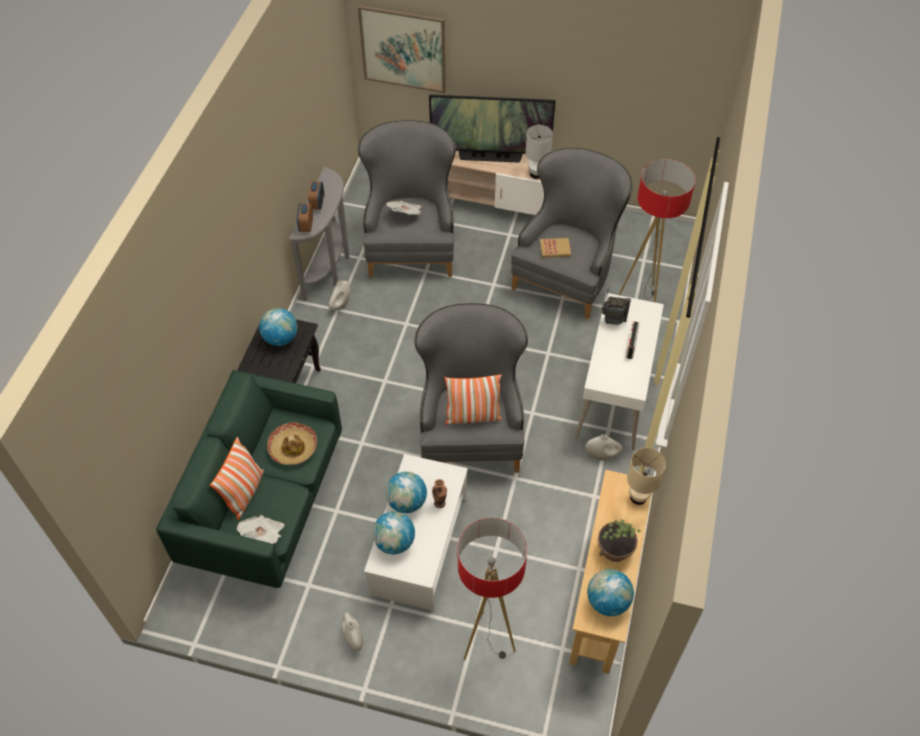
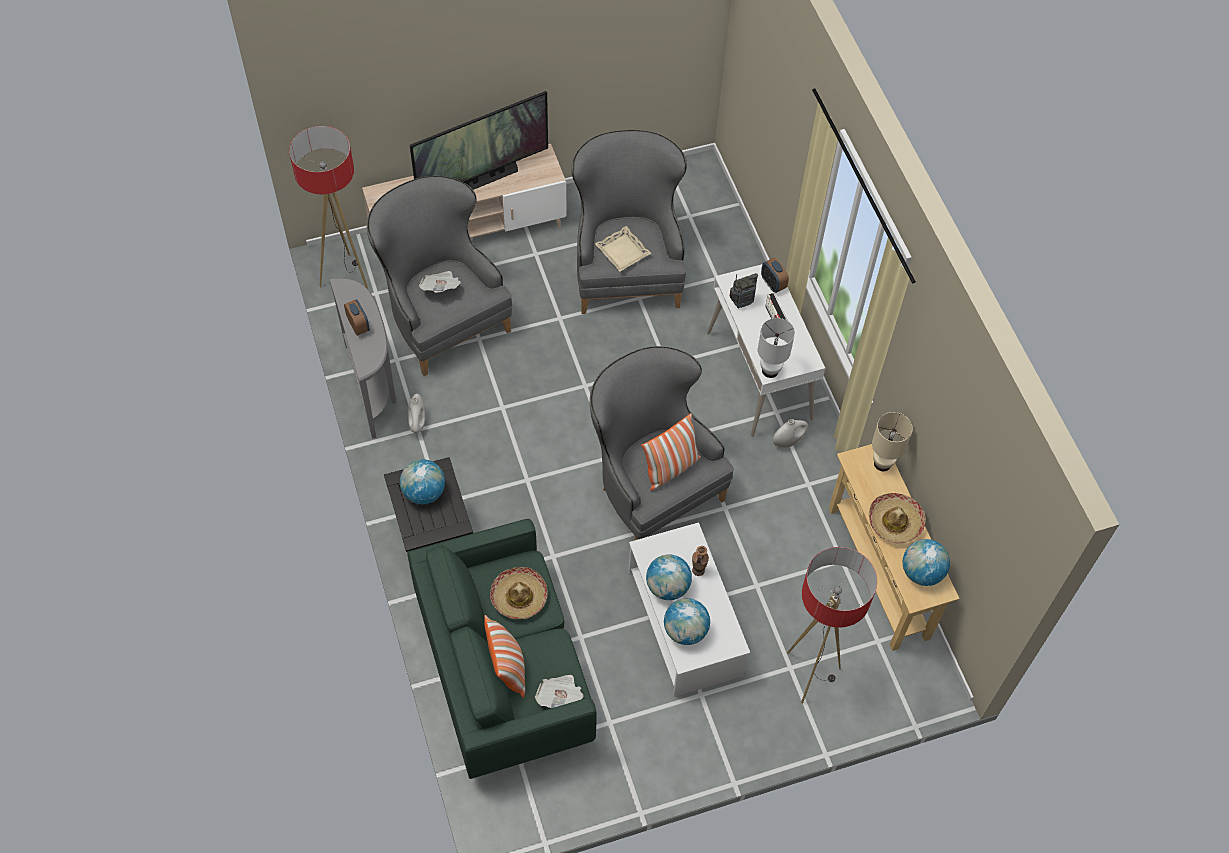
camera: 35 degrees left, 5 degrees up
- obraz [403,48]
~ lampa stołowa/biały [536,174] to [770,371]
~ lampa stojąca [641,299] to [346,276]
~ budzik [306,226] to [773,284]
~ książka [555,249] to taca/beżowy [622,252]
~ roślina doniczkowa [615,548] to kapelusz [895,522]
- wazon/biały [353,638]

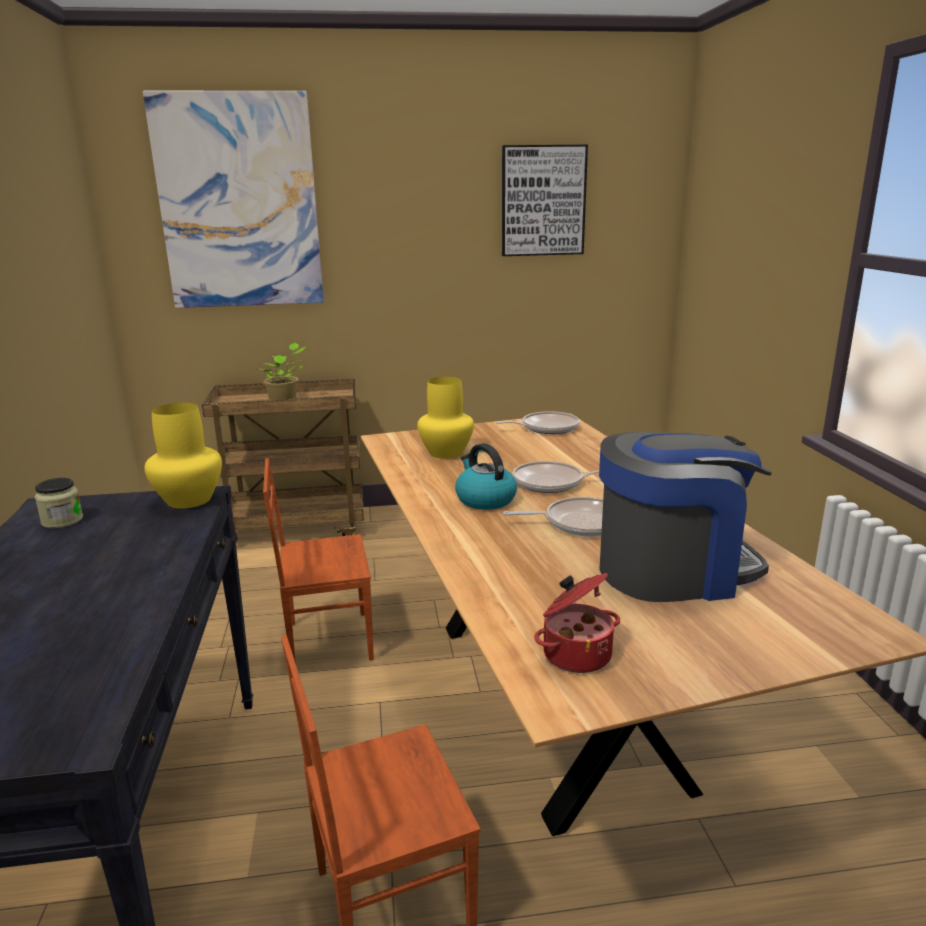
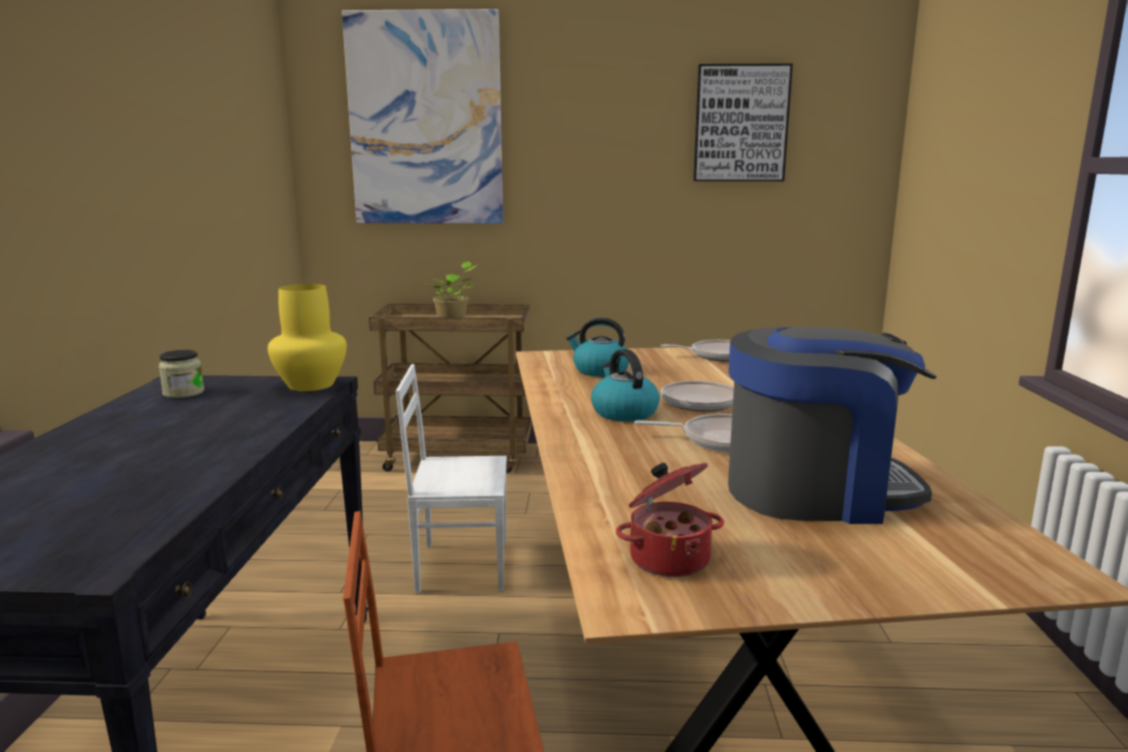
camera: 10 degrees right, 5 degrees down
~ wazon/żółty [447,453] to czajnik [600,371]
~ krzesło/brązowy [328,640] to krzesło/biały [461,566]

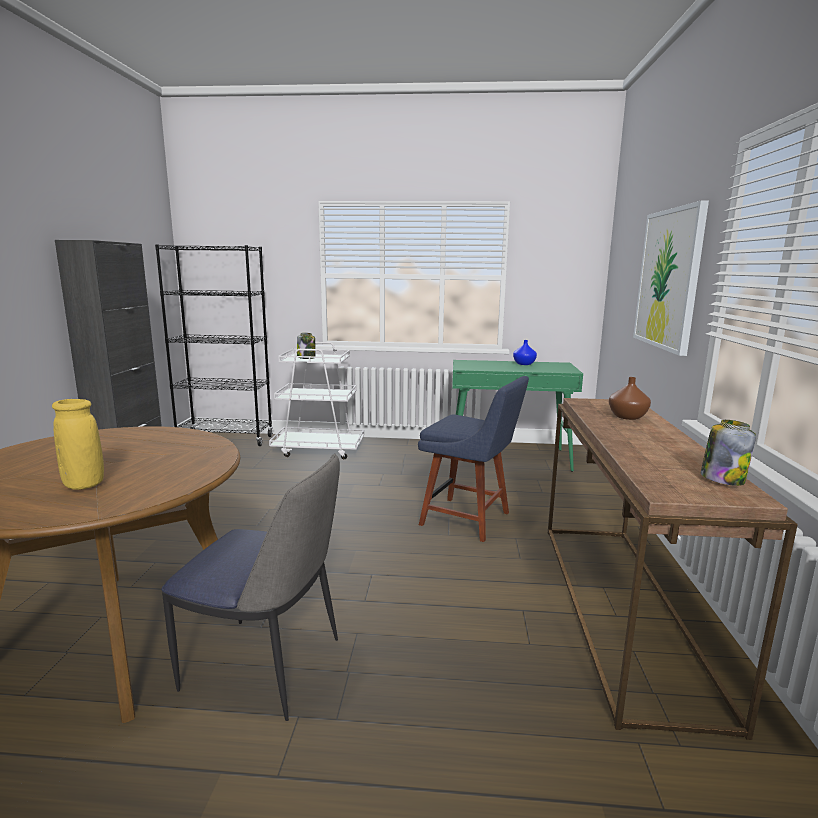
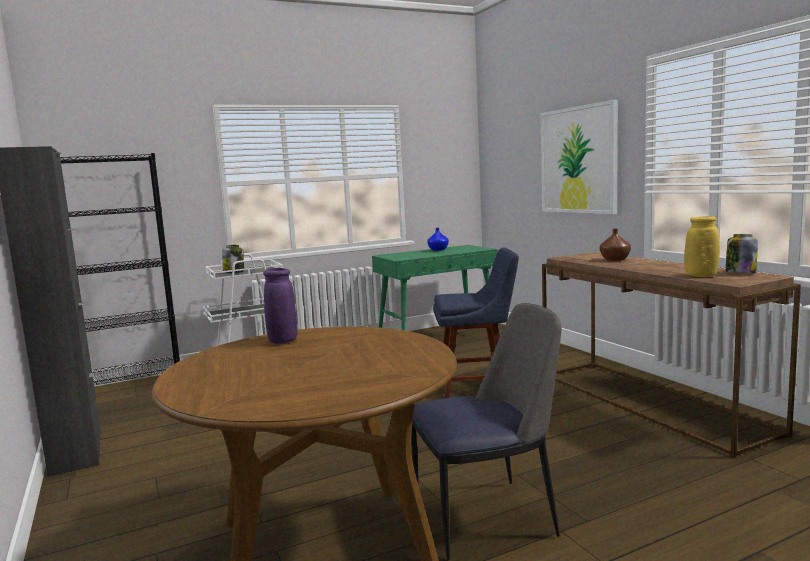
camera: 30 degrees left, 5 degrees down
~ wazon/żółty [84,485] to [701,276]
+ wazon/fioletowy [283,340]

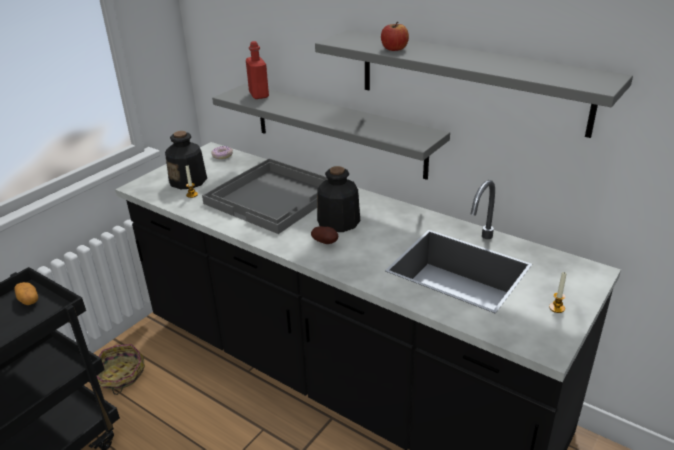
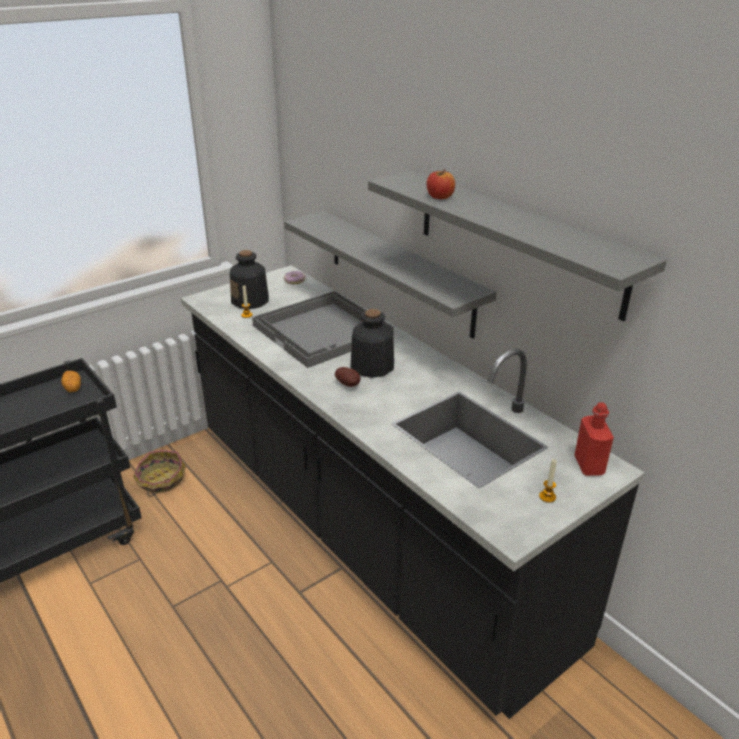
camera: 15 degrees right, 0 degrees up
~ butelka/czerwony [259,95] to [589,465]

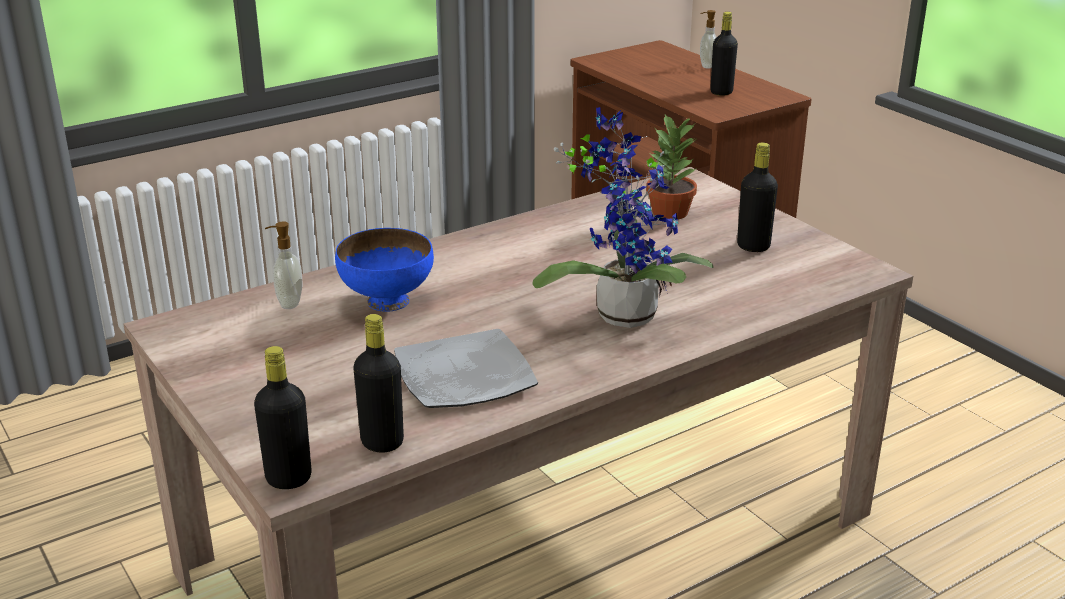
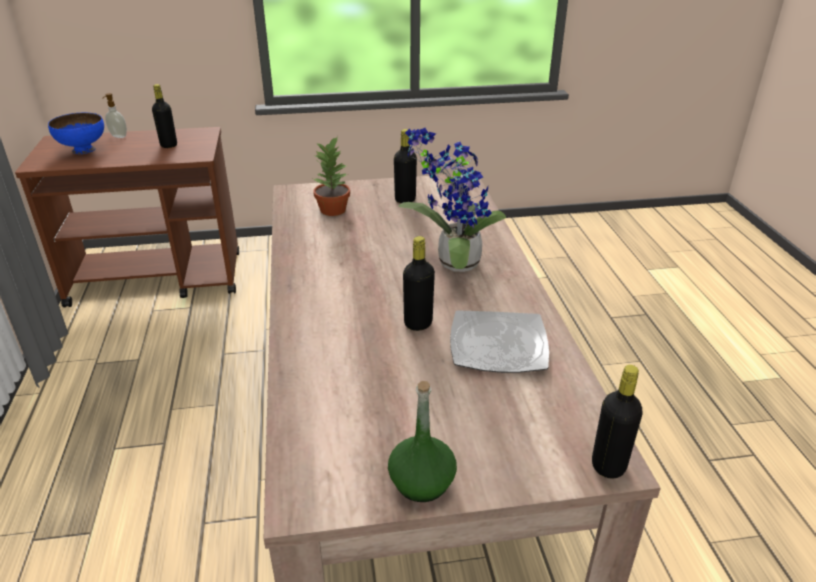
camera: 65 degrees left, 5 degrees up
- dozownik mydła [289,303]
~ miska/niebieski [387,301] to [83,150]
~ butelka/czarny [382,442] to [418,323]
+ butelka/zielony [422,482]

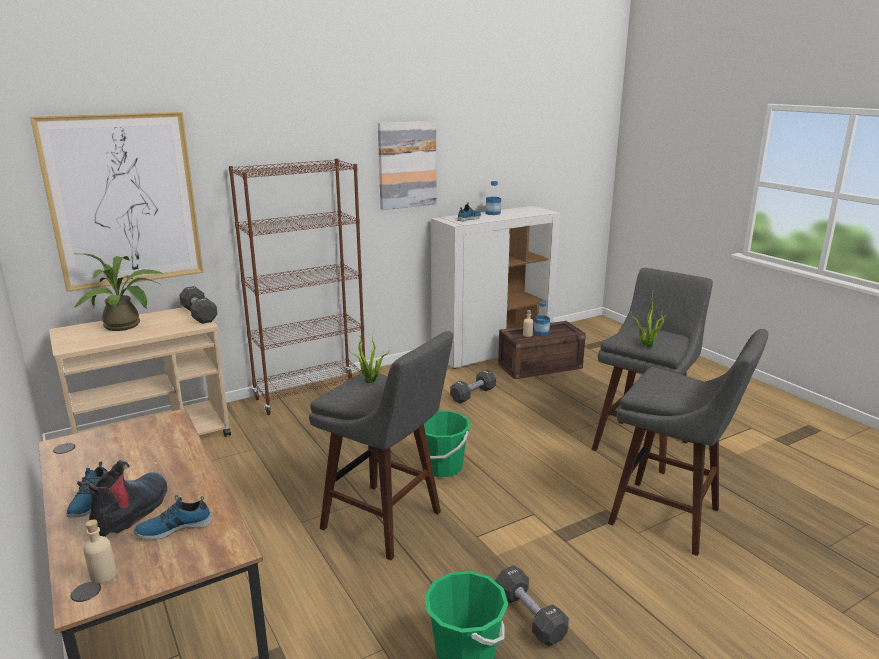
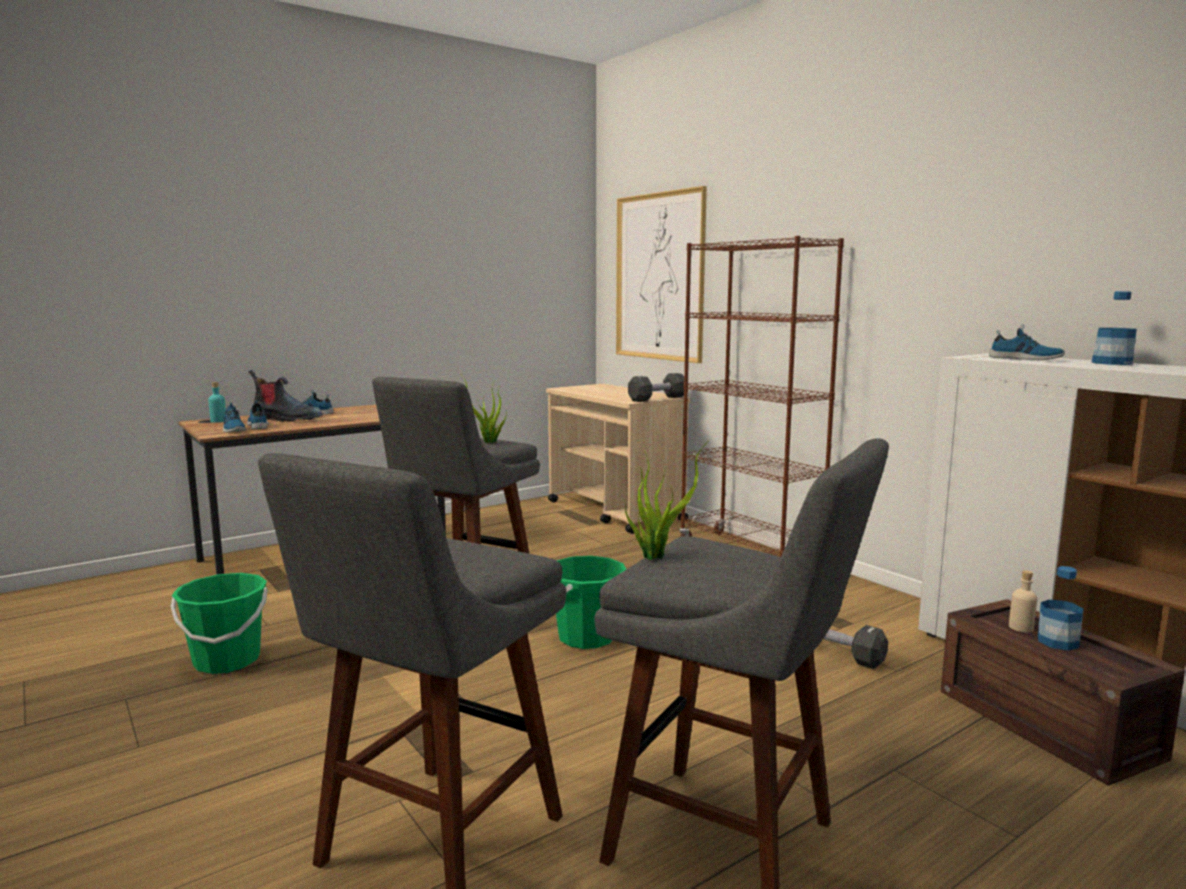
camera: 85 degrees right, 10 degrees down
- obraz [407,164]
- roślina doniczkowa [126,326]
~ butelka/beżowy [103,575] to butelka/turkusowy [218,421]
- hantel/czarny [529,616]
+ but [233,430]

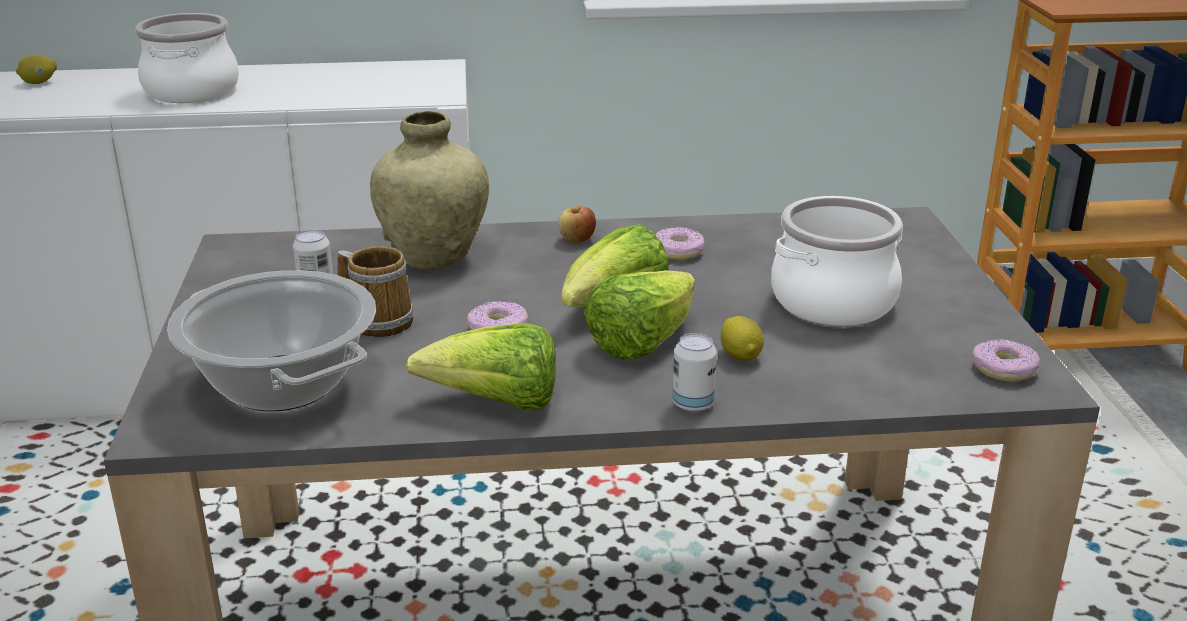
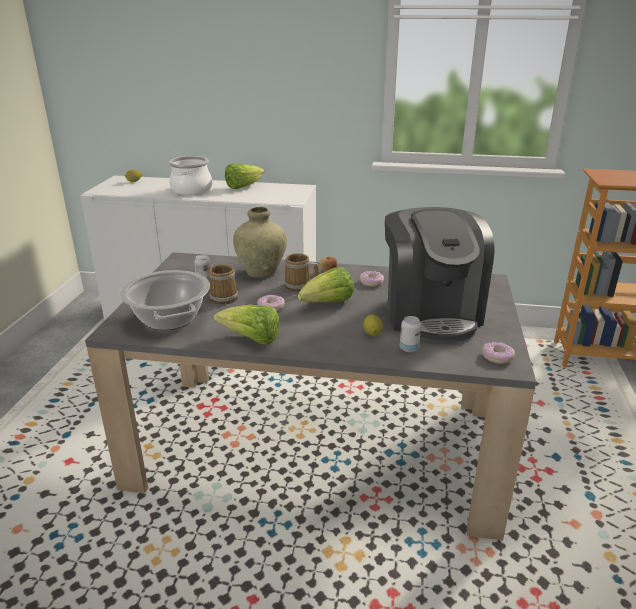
camera: 15 degrees right, 0 degrees up
~ garnek [832,301] to ekspres do kawy [431,314]
~ sałata [641,342] to [243,187]
~ puszka [693,404] to [409,348]
+ kubek [299,286]

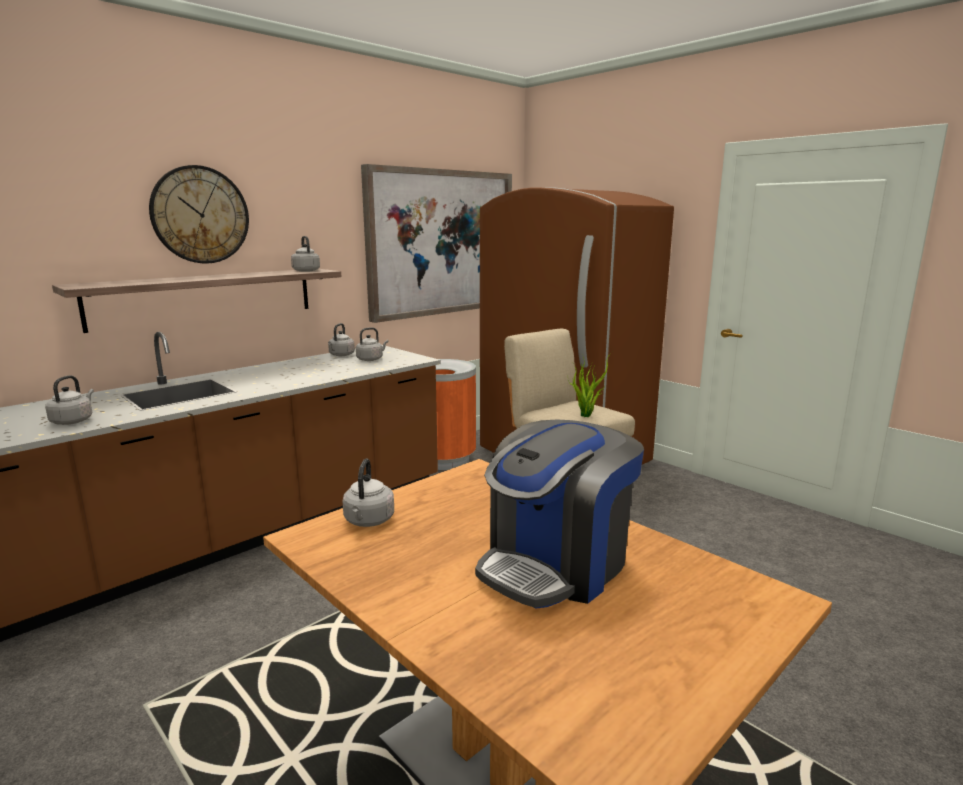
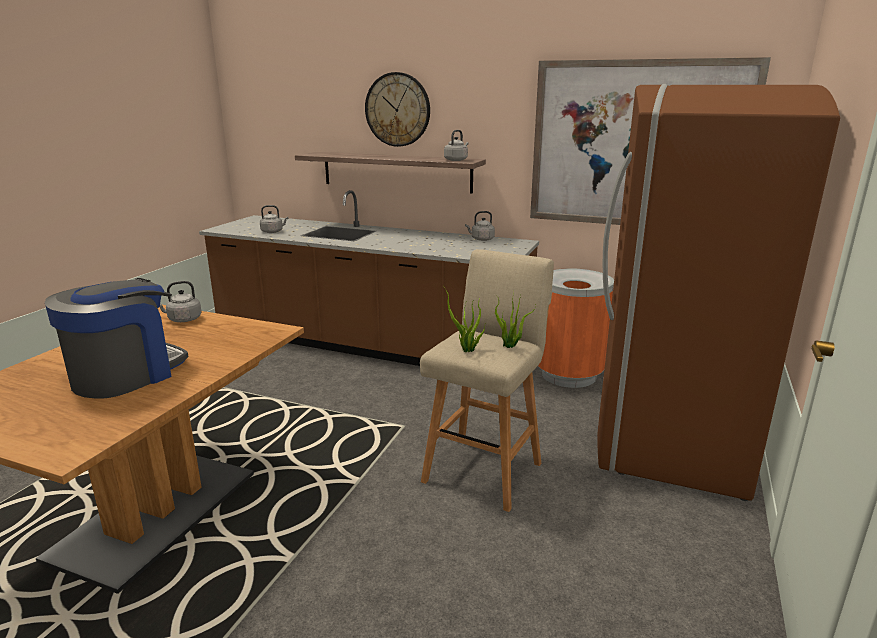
camera: 65 degrees right, 5 degrees up
- czajnik/szary [371,359]
~ ekspres do kawy [556,564] = [127,374] 105 degrees clockwise

